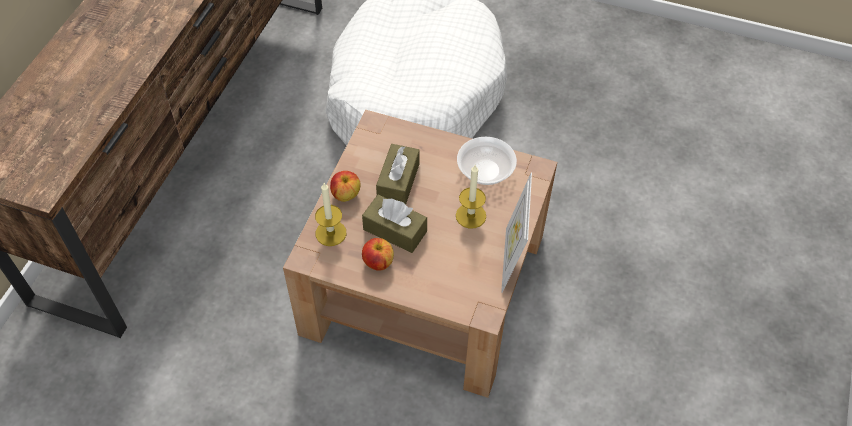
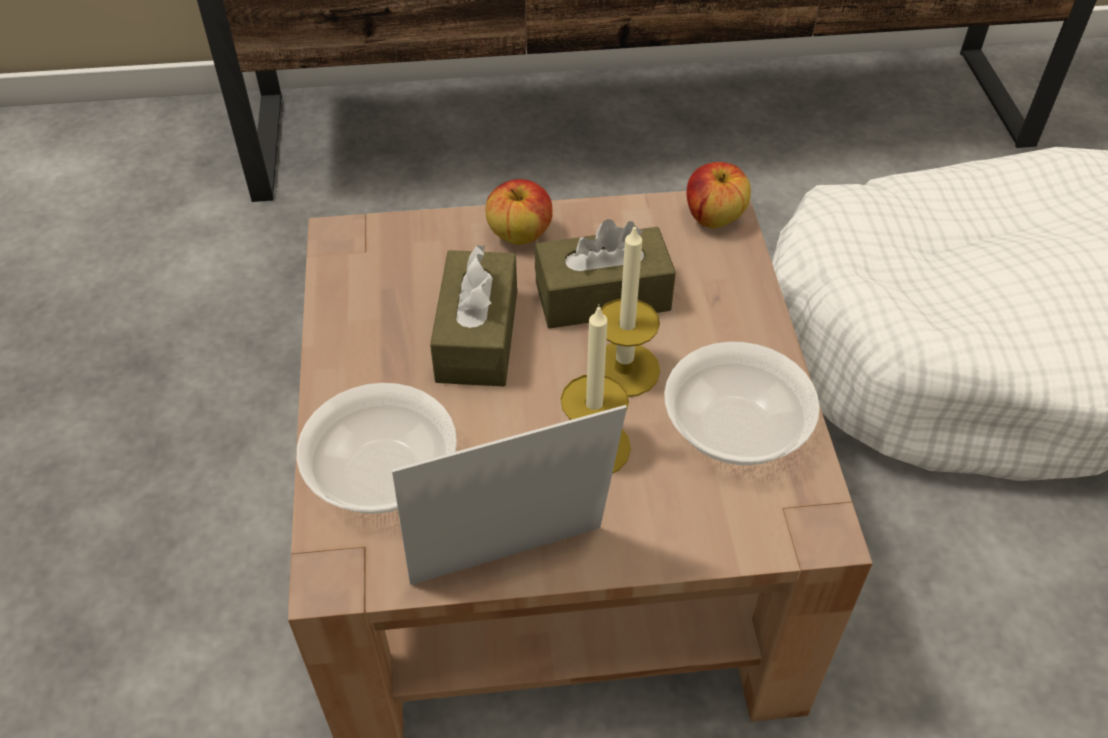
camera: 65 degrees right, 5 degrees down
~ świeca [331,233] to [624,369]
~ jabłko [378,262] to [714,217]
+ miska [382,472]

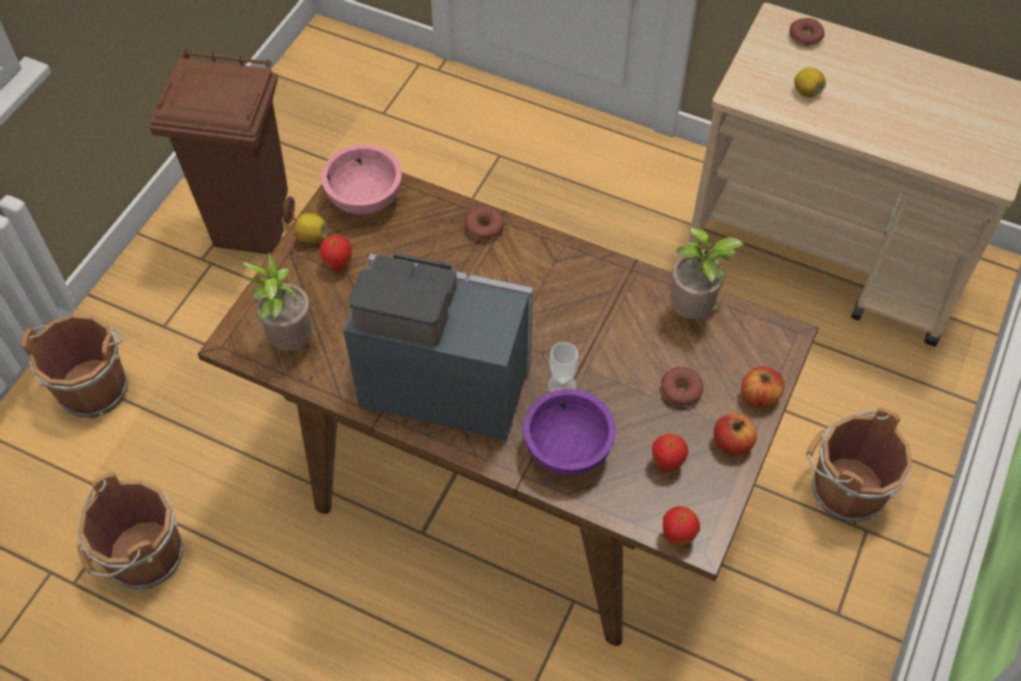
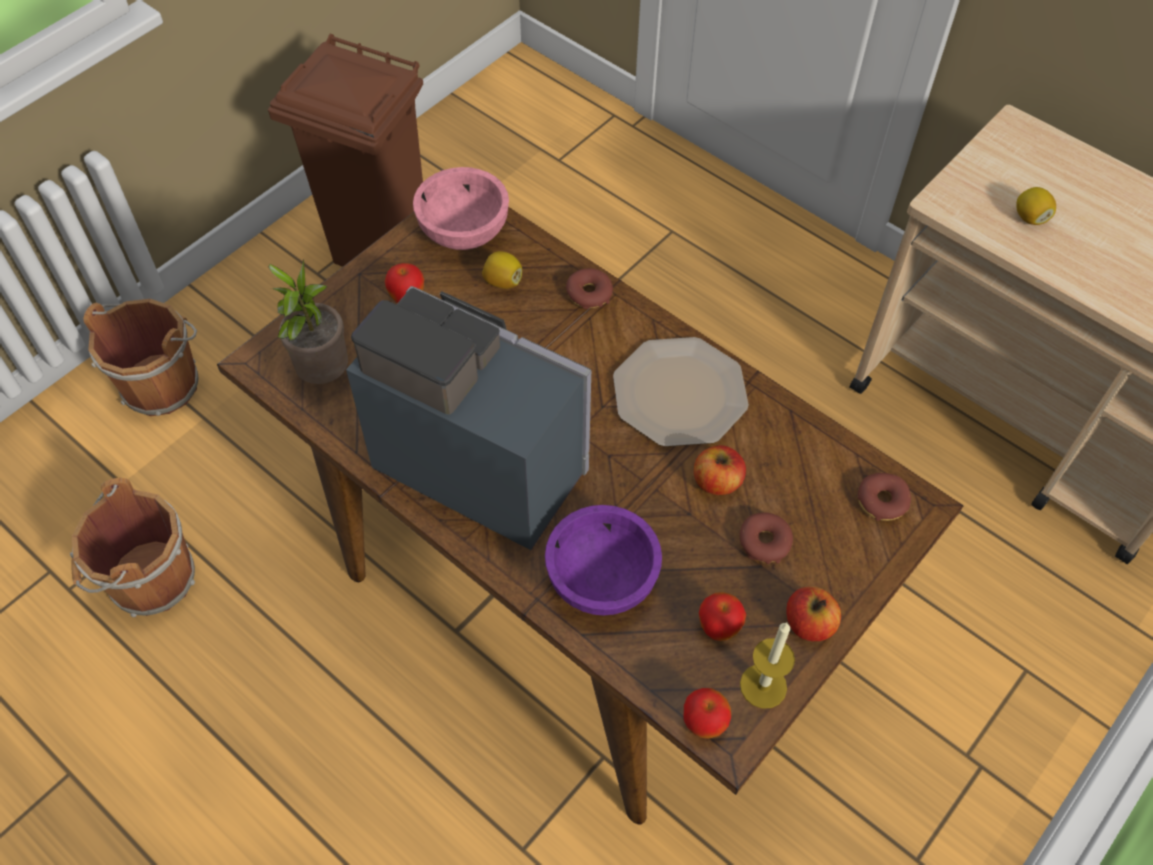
camera: 15 degrees right, 0 degrees up
~ donut [805,37] to [882,501]
~ cytryna [312,237] to [503,281]
- roślina doniczkowa [693,312]
- filiżanka [562,385]
~ jabłko [759,396] to [717,481]
- wiadro/brązowy [844,489]
+ talerz [678,393]
+ świeca [763,686]

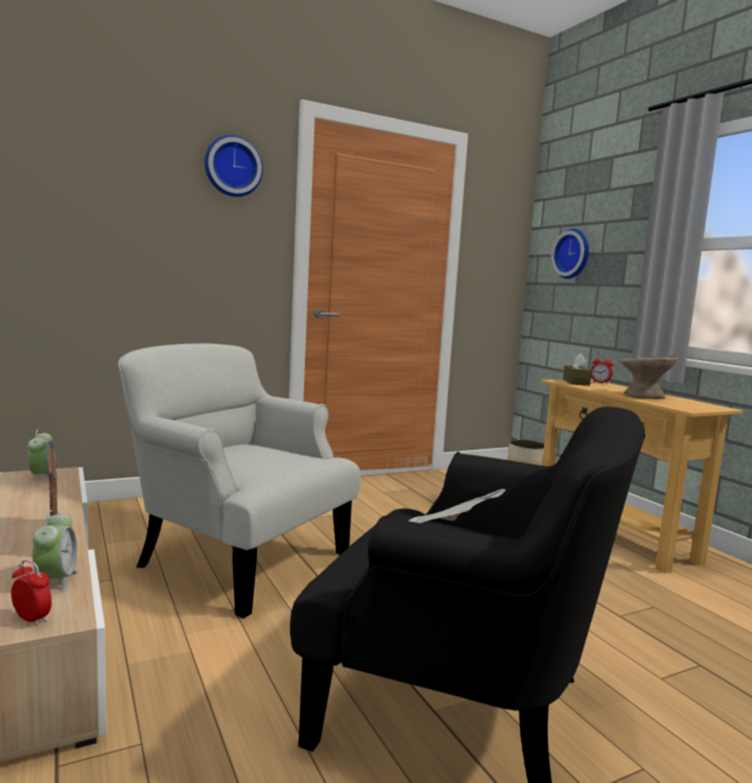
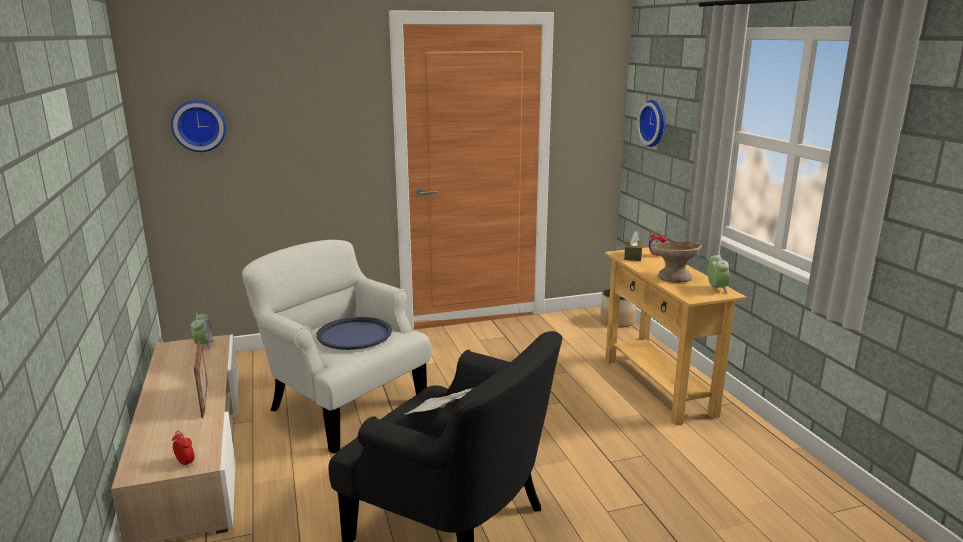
camera: 10 degrees right, 10 degrees up
~ zegar ścienny [232,167] to [199,125]
~ budzik [56,581] to [716,289]
+ taca/niebieski [354,334]

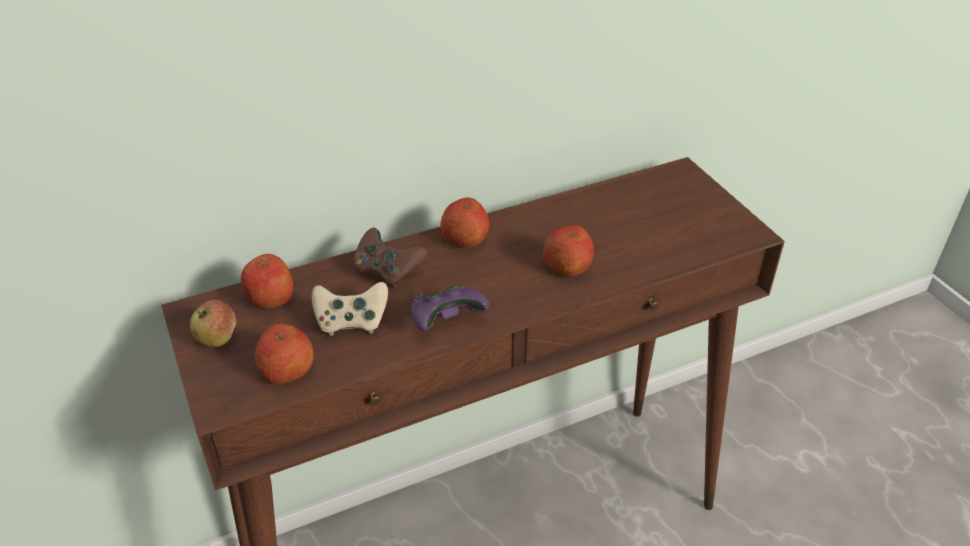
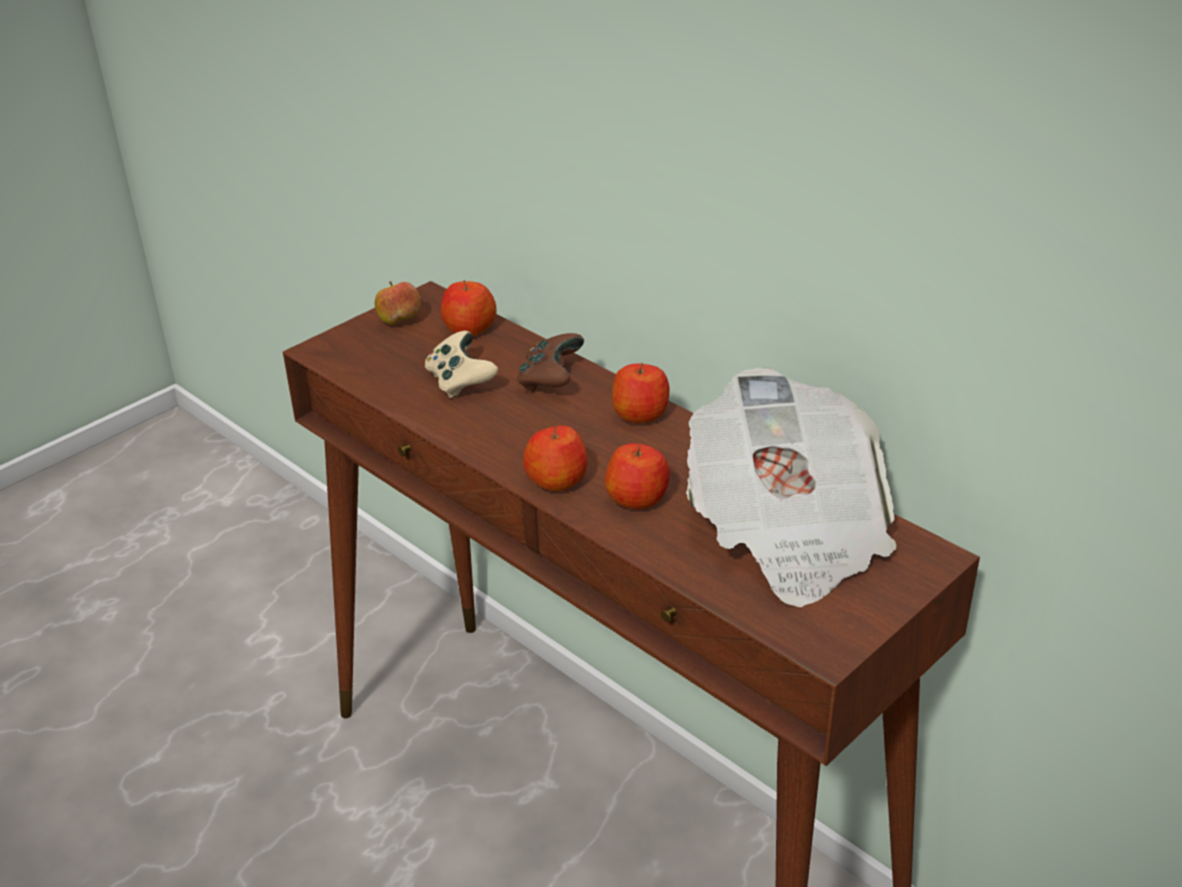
camera: 70 degrees right, 5 degrees down
- pad do gier/fioletowy [446,321]
~ jabłko [287,370] to [556,480]
+ gazeta [787,531]

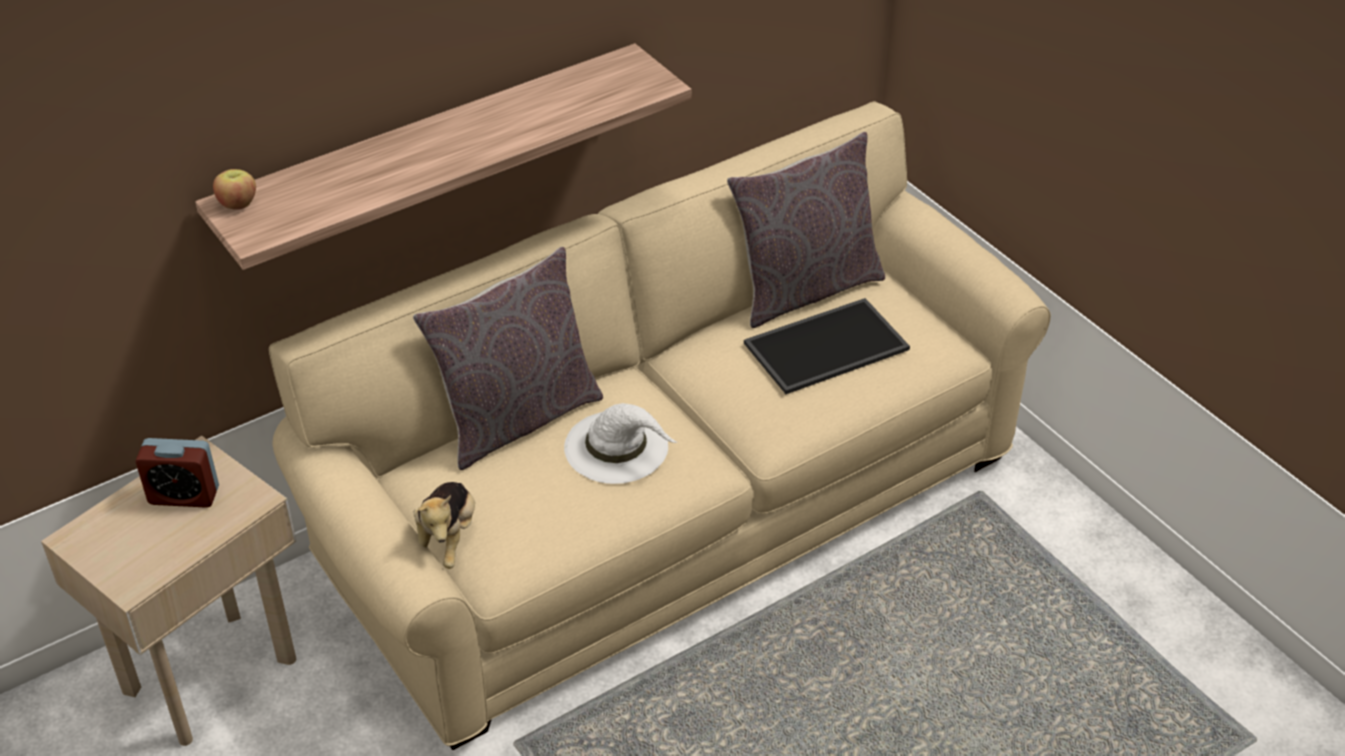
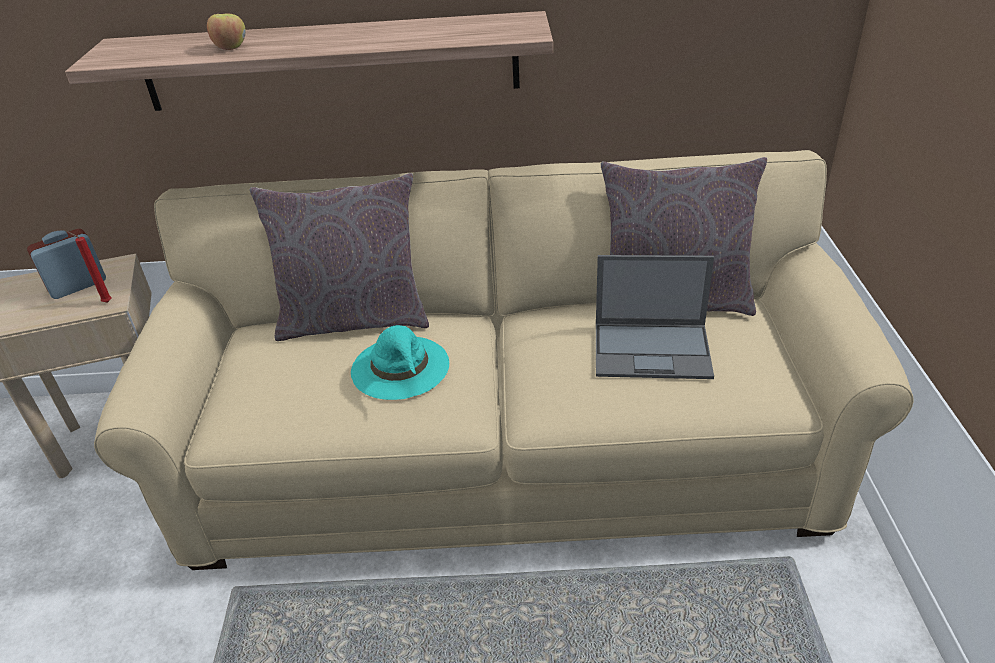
camera: 35 degrees right, 5 degrees down
~ jabłko [238,203] to [231,47]
~ taca [826,344] to laptop [653,350]
~ kapelusz/biały [618,447] to kapelusz/turkusowy [401,368]
~ budzik [184,495] = [77,285] 105 degrees clockwise
- pluszak [447,539]
+ świeca/czerwony [106,302]

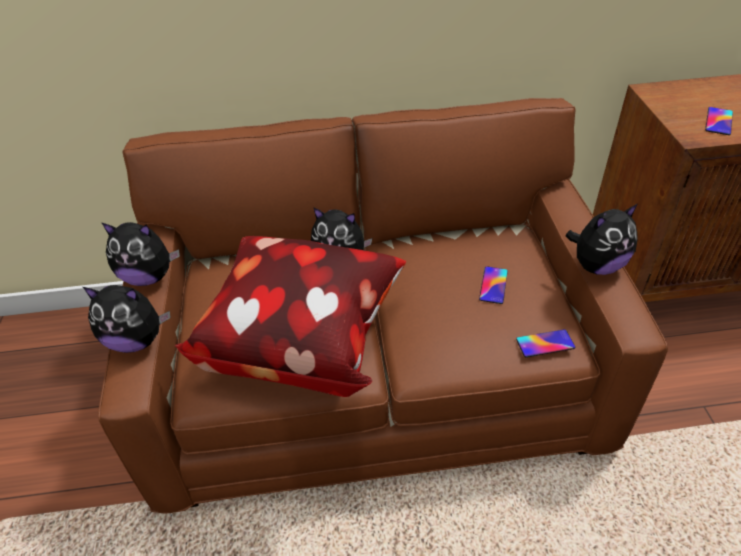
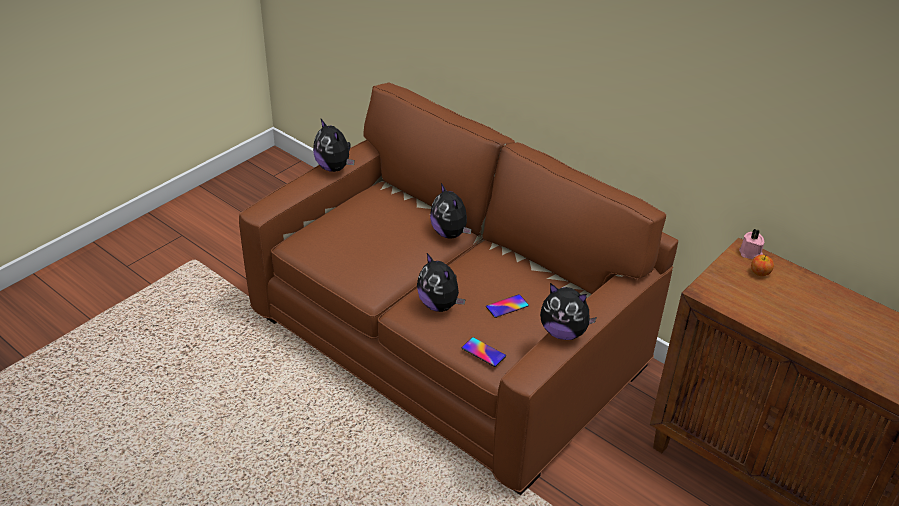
camera: 45 degrees right, 5 degrees down
- telefon [718,121]
- poduszka [302,339]
~ pluszak [136,340] to [439,304]
+ świeca/różowy [750,253]
+ jabłko [760,273]

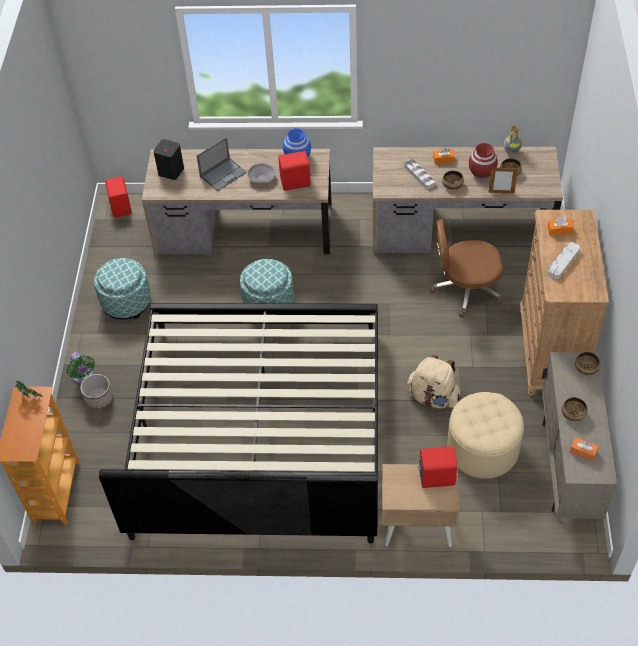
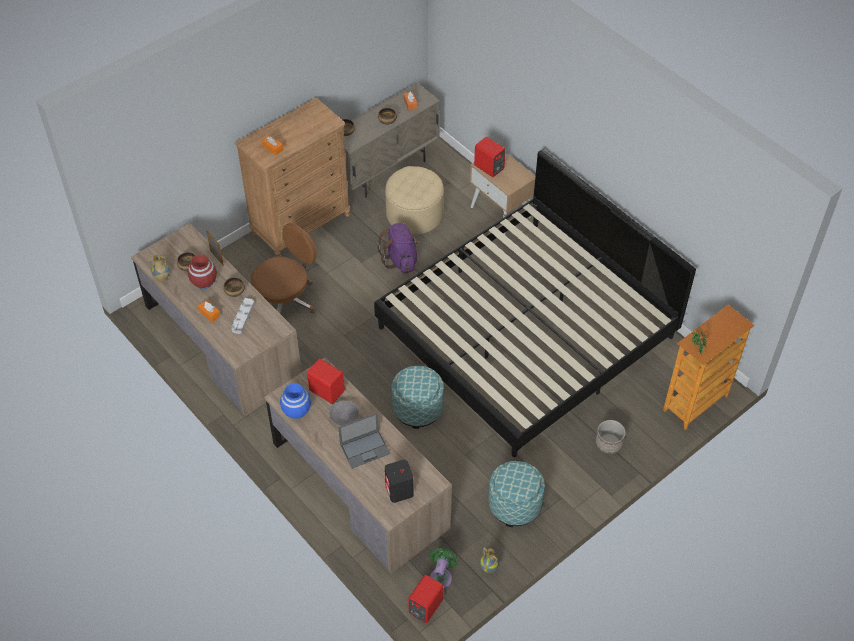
camera: 135 degrees left, 0 degrees up
~ laptop [223,174] = [365,448] 150 degrees clockwise
~ krzesło biurowe/brązowy [465,289] = [286,300] 90 degrees counterclockwise
- taca/szary [563,262]
~ wentylator/zielony [83,376] to [441,576]
~ plecak/beżowy [433,397] to plecak/fioletowy [400,260]
+ wazon [489,568]

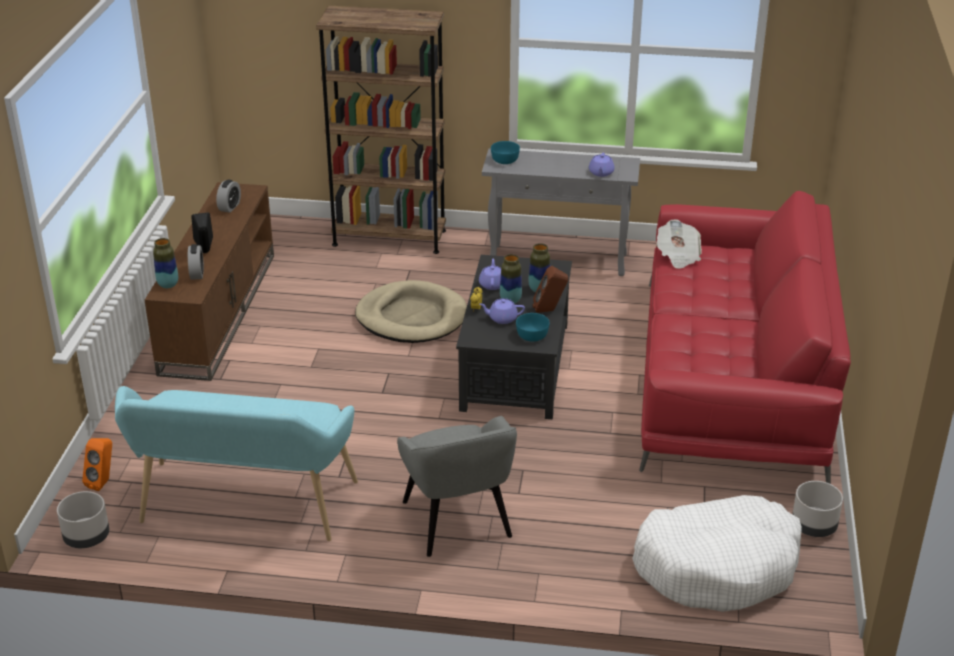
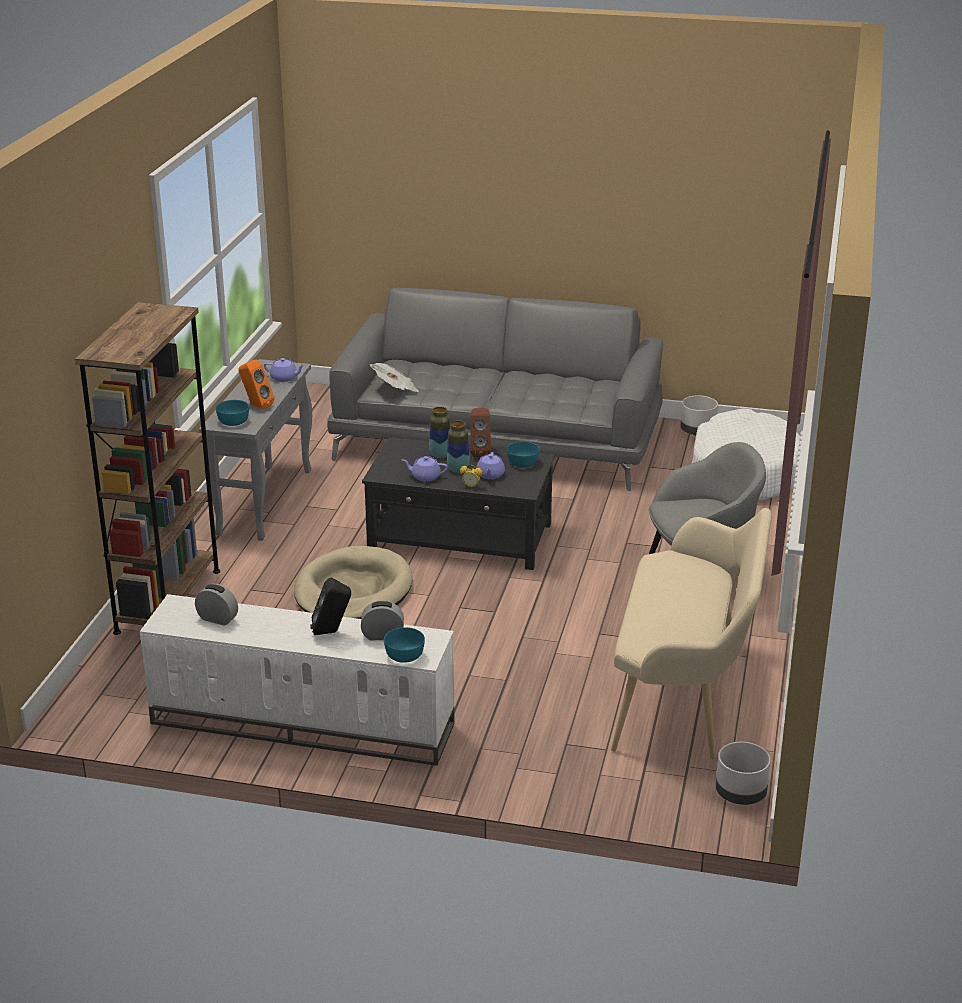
camera: 85 degrees left, 5 degrees down
~ szafka pod telewizor/brązowy [218,311] to szafka pod telewizor/biały [300,724]
~ kanapa/czerwony [731,378] to kanapa/szary [499,440]
~ wazon [168,285] to miska/turkusowy [405,655]
~ ławka/turkusowy [243,508] to ławka/beżowy [686,693]
~ głośnik/pomarańczowy [103,482] to [256,406]

